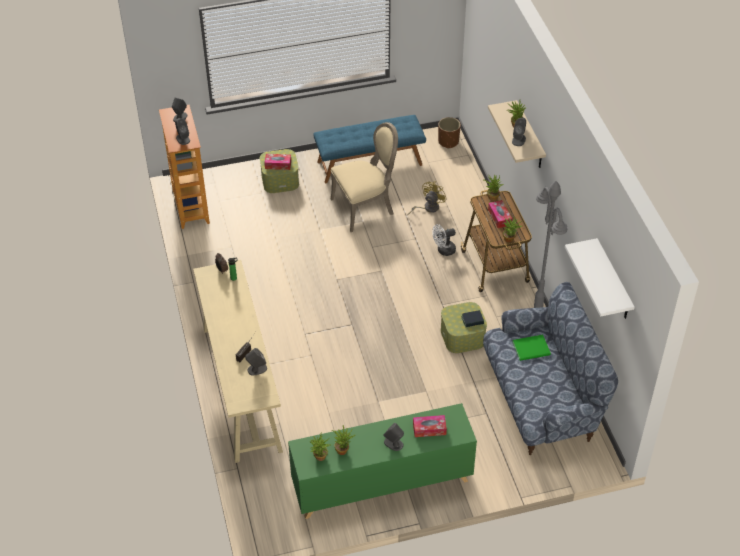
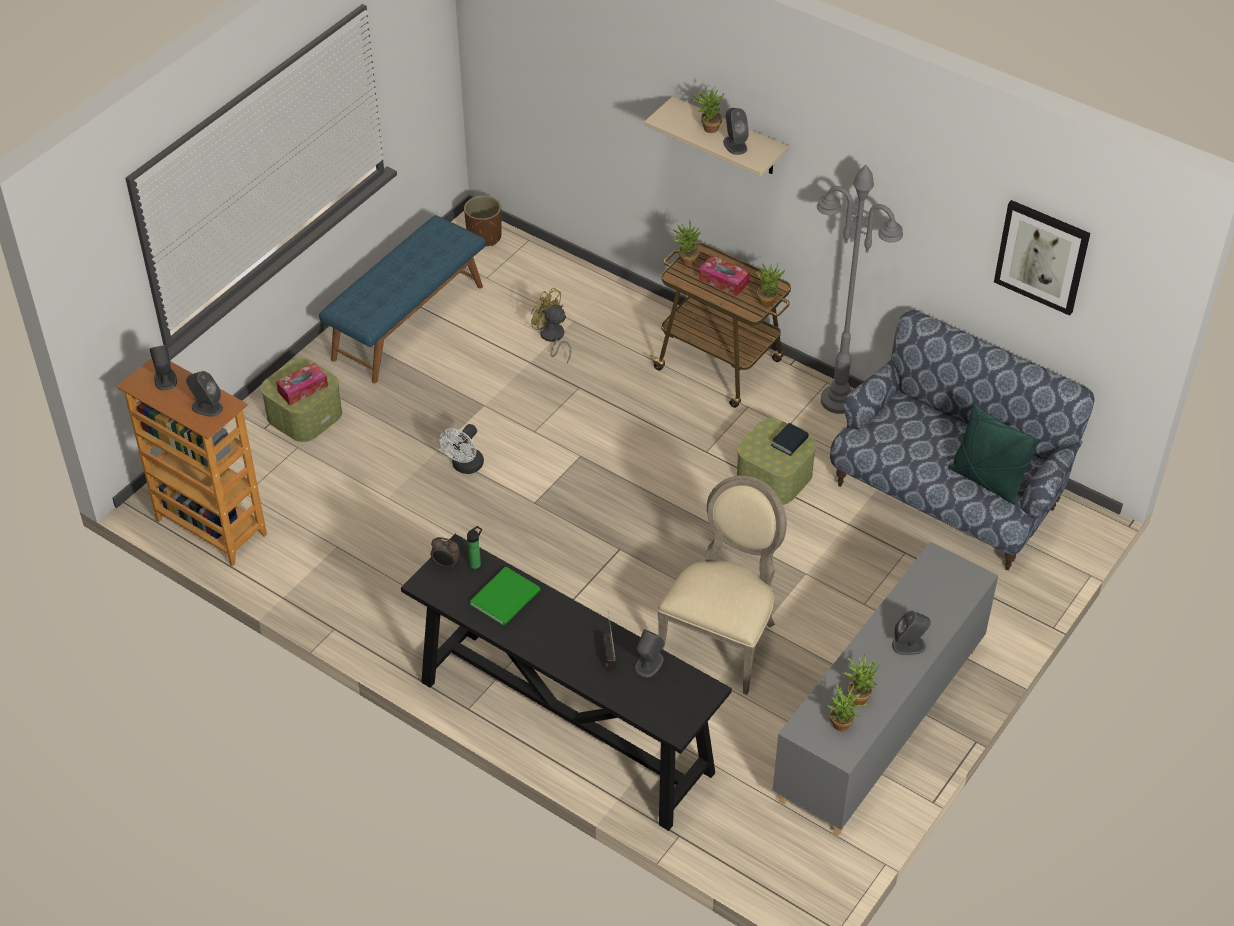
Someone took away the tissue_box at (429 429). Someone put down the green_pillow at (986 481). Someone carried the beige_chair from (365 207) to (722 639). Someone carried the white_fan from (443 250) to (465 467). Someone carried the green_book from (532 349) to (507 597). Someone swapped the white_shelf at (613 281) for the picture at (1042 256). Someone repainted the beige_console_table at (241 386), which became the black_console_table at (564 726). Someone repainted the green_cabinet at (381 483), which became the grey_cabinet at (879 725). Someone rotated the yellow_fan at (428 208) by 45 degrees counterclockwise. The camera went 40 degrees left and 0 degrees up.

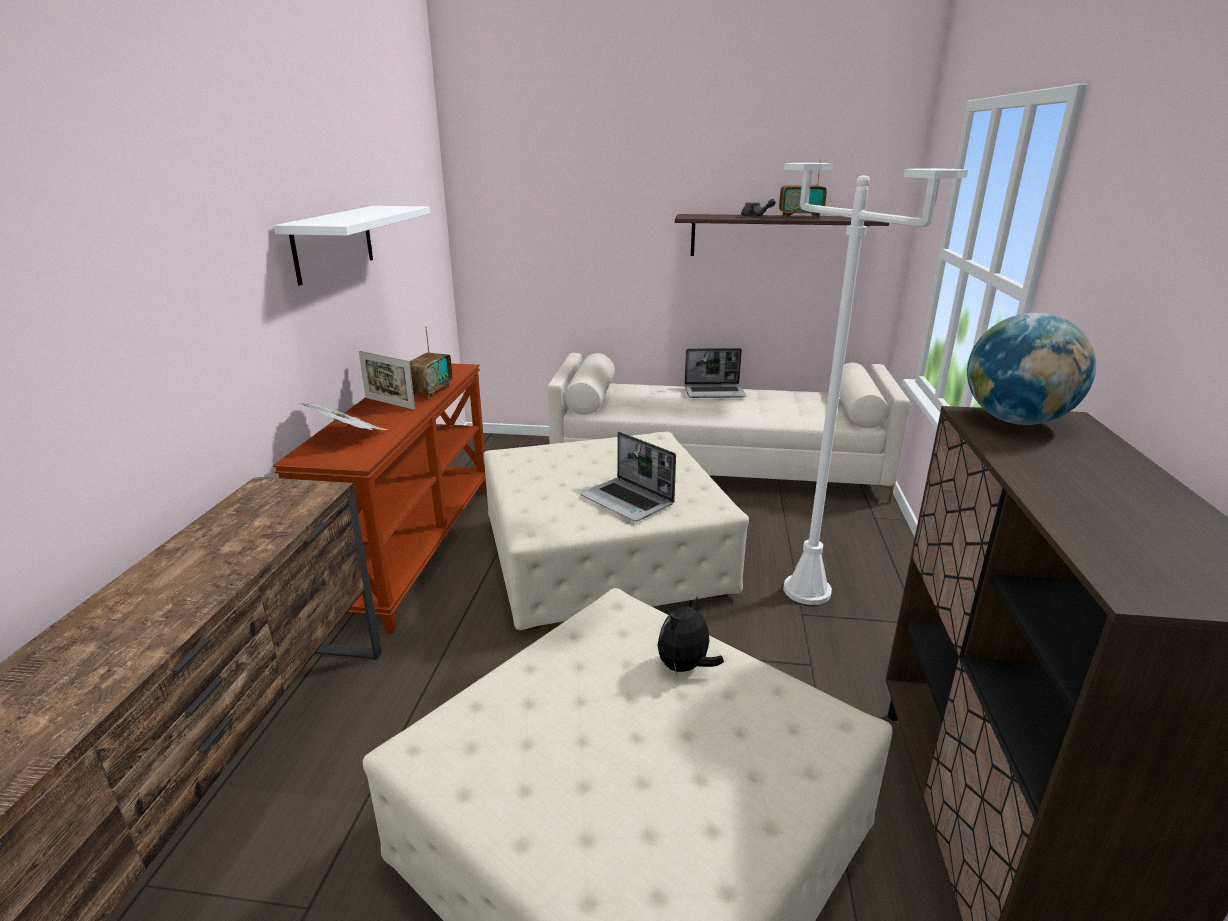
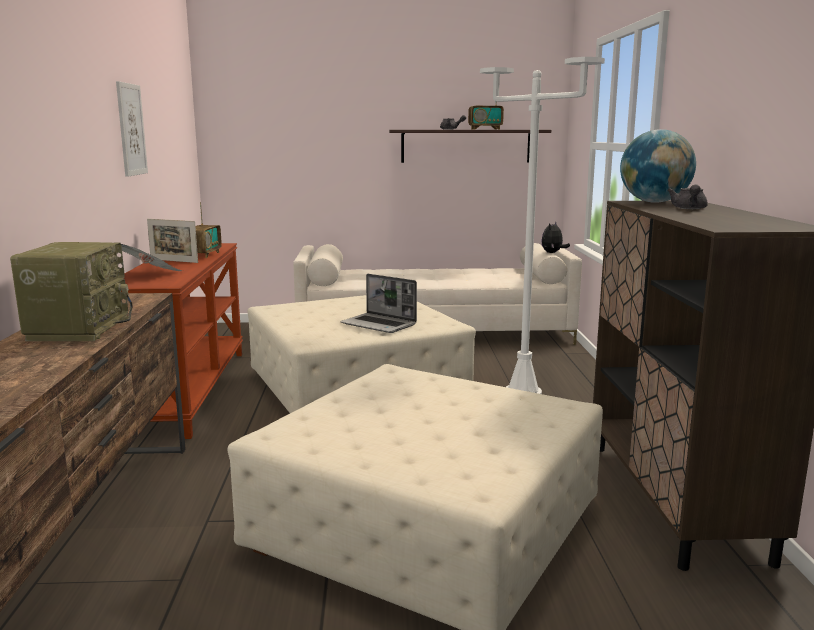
Someone took away the laptop at (715 392). Someone put down the radio at (78 328). Someone put down the grey_teapot at (689 209). Someone carried the plush_toy from (685 667) to (553 253). Someone swapped the white_shelf at (333 243) for the picture at (131 129). The camera went 10 degrees left and 10 degrees down.

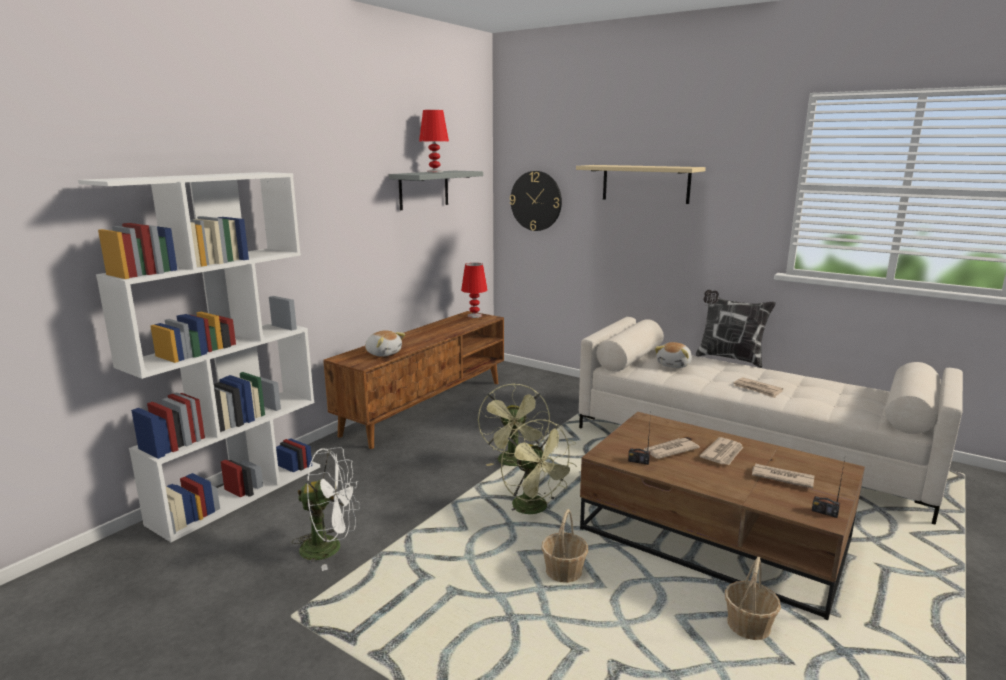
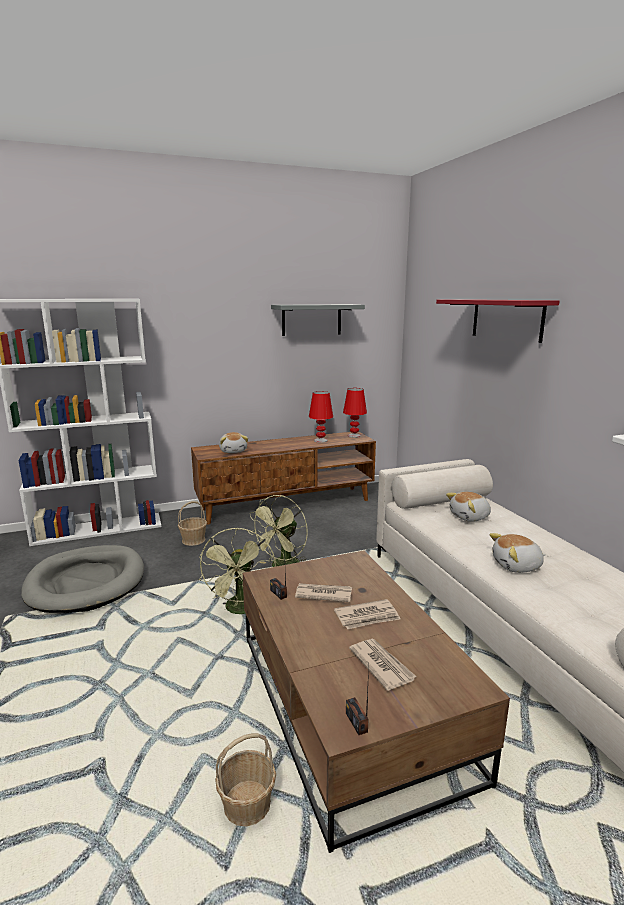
Someone took away the wall_clock at (536 201). Someone took away the pillow at (729 358). Someone carried the red_table_lamp from (434 172) to (320 440). Someone carried the basket from (564 572) to (194 540). Someone swapped the white_fan at (330 548) for the grey_dog_bed at (86 582). Someone swapped the newspaper at (757 389) for the plush_toy at (517 566). Someone repainted the beige_shelf at (645 183), which became the red_shelf at (507 319). The camera went 35 degrees right and 0 degrees up.

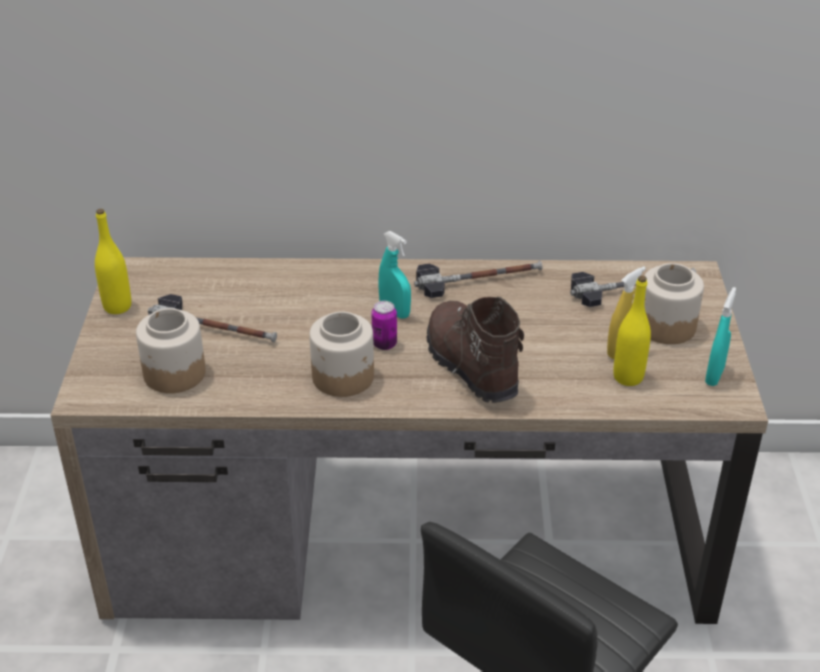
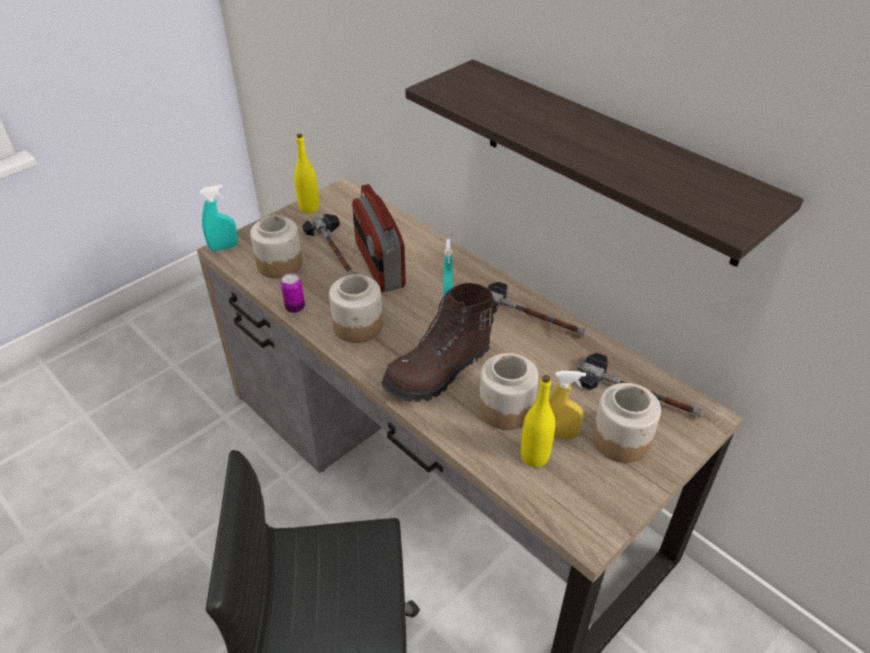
Someone put down the radio at (379 265). Someone put up the shelf at (608 160). Someone put down the jar at (505 408). Someone carried the can from (384 344) to (295 308). Someone carried the turquoise_spray_bottle from (714 376) to (224 247). Someone rotated the brown_boot at (469 366) by 150 degrees counterclockwise. The camera went 45 degrees right and 5 degrees up.

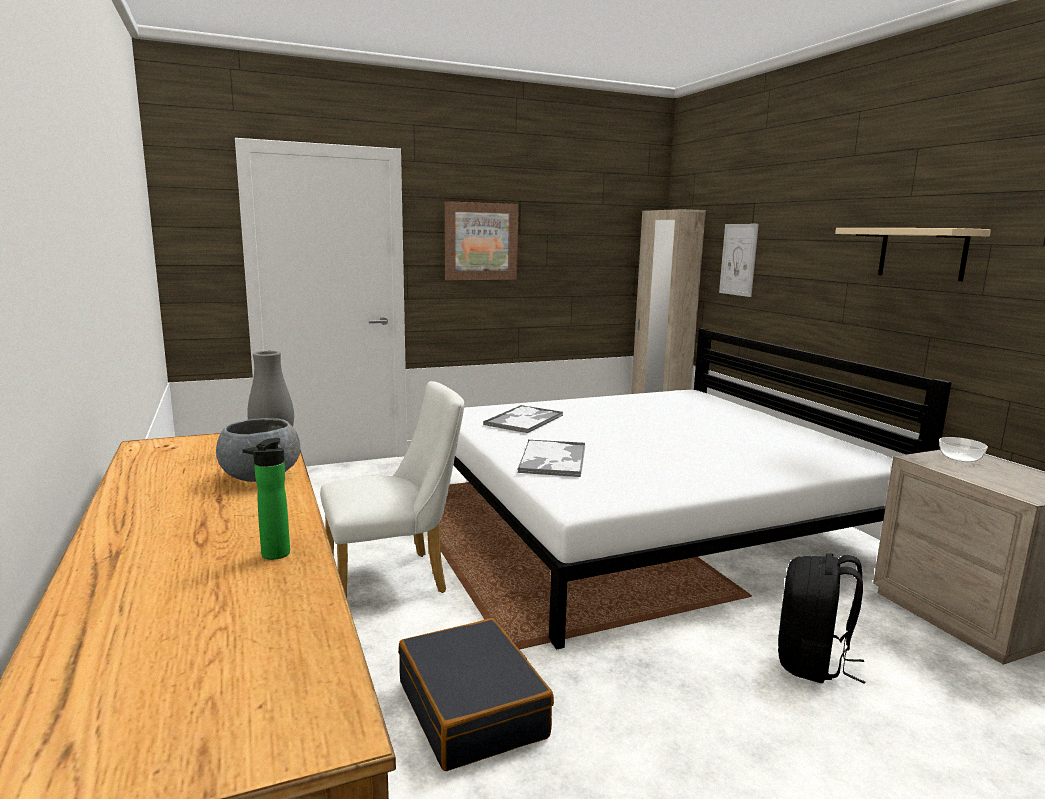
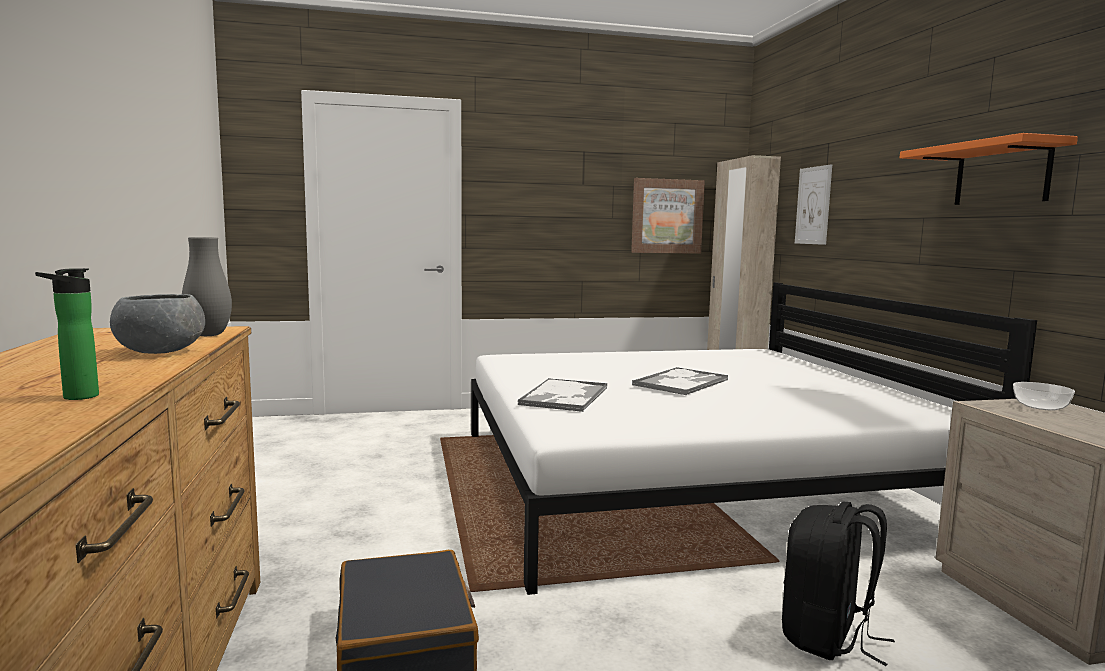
Someone took away the white_chair at (395 579). Someone carried the picture from (480 241) to (667 216). Someone carried the tray from (524 420) to (681 382). Someone repainted the beige_shelf at (922 253), which became the orange_shelf at (1001 174). The camera went 10 degrees right and 5 degrees down.

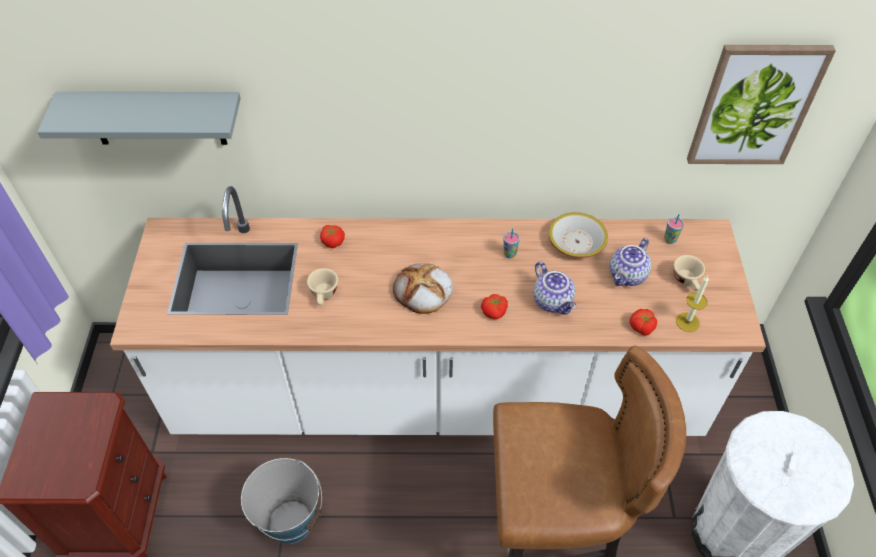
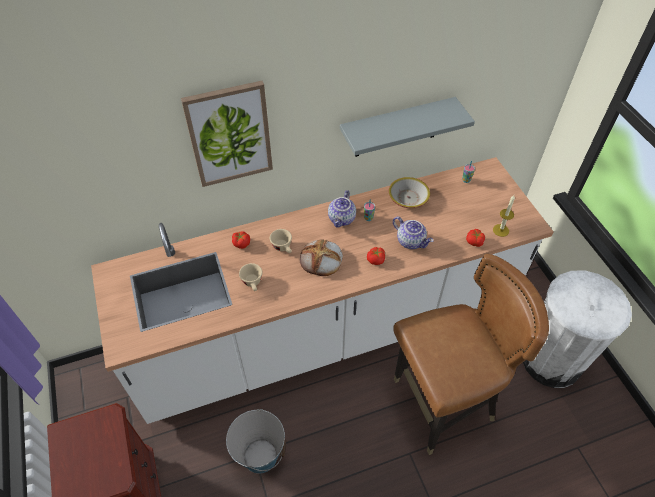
Someone carried the grey_shelf from (156 118) to (396 128). Someone carried the teapot from (628 276) to (342 219). Someone carried the beige_cup from (687 282) to (283 248). Someone carried the picture from (754 105) to (229 134). The camera went 20 degrees left and 0 degrees up.

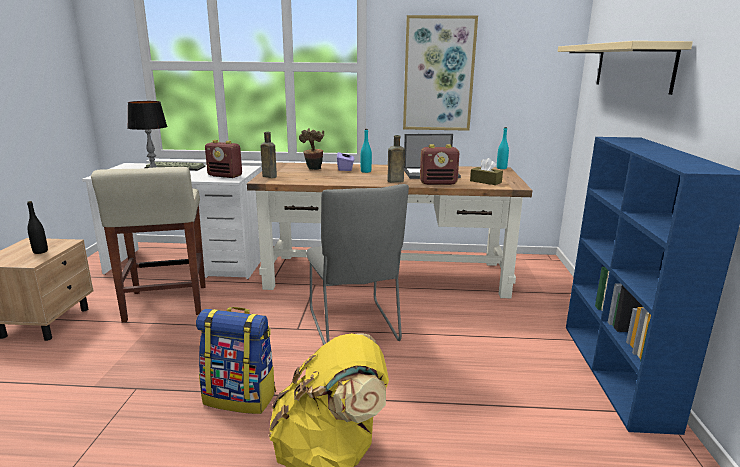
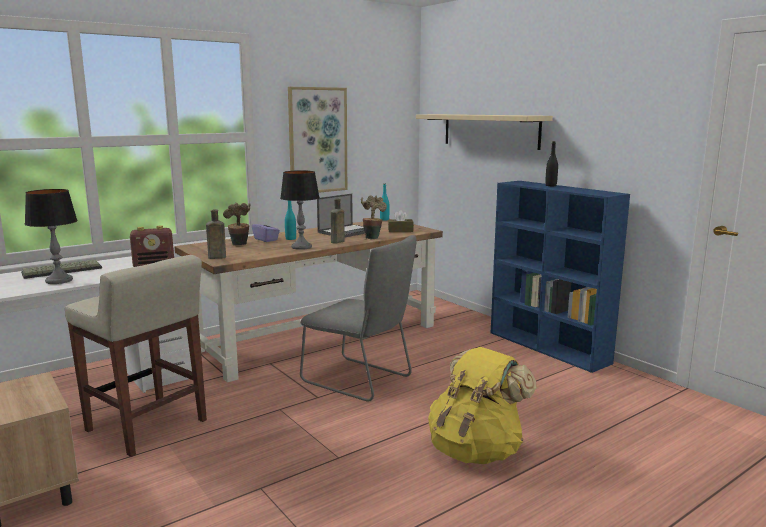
Someone took away the backpack at (241 397). Someone put down the table_lamp at (301 247). Someone carried the black_bottle from (40 251) to (550 185). Someone swapped the radio at (438 183) for the potted_plant at (372 237). The camera went 40 degrees left and 5 degrees down.

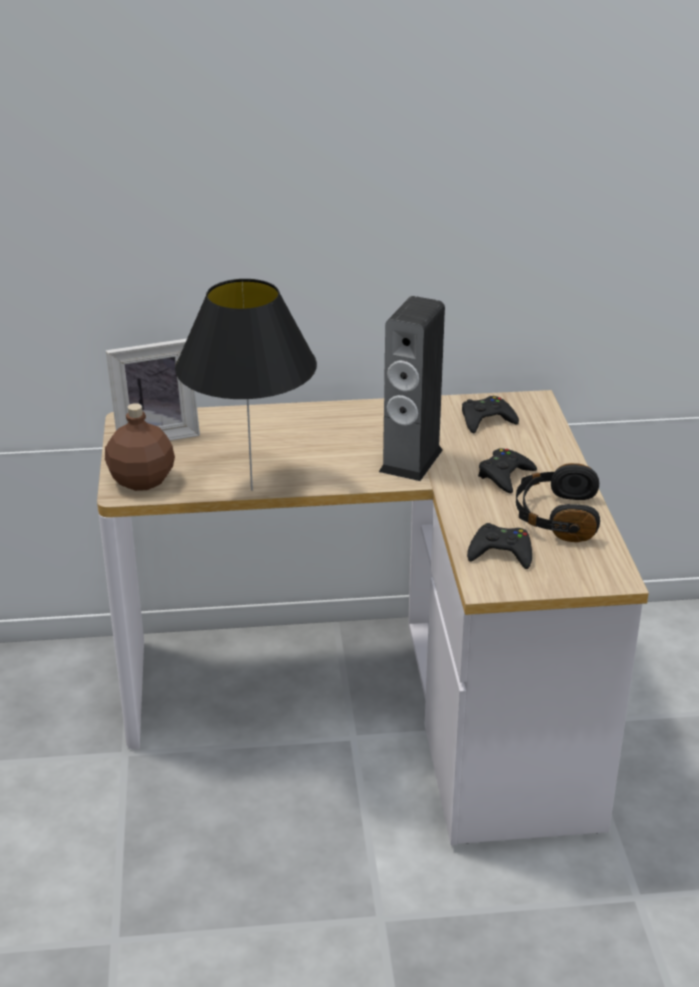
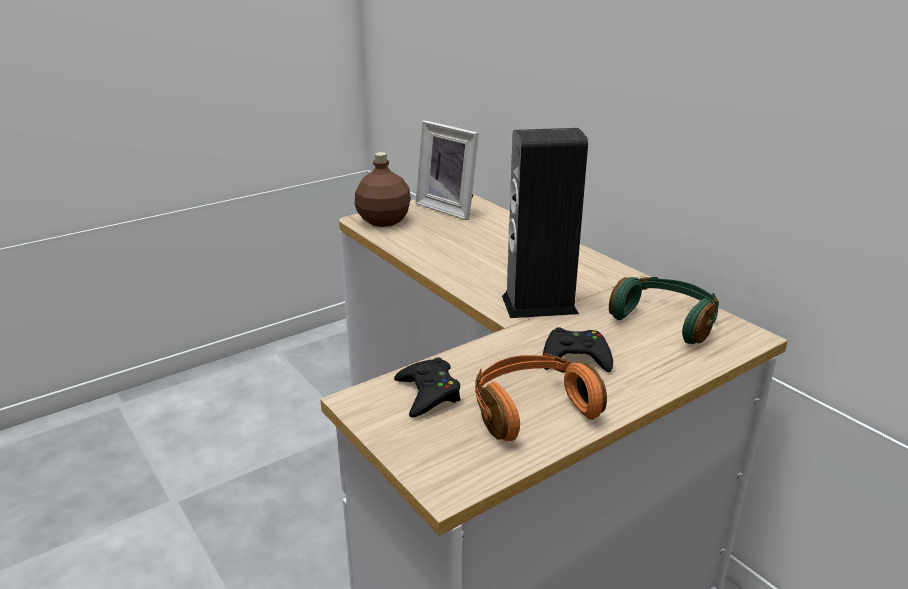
Someone took away the black_table_lamp at (251 490). Someone swapped the black_game_controller at (486 420) for the green_headphones at (666 320). Someone repainted the black_headphones at (555 517), which became the orange_headphones at (531 409). The camera went 60 degrees right and 5 degrees down.

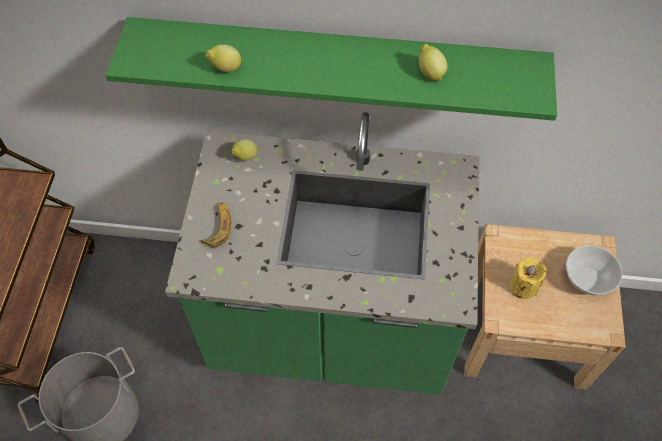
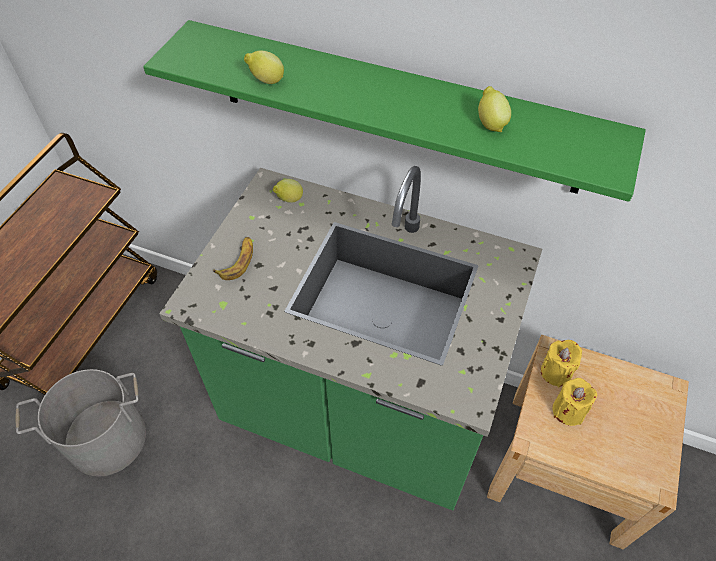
Someone took away the bowl at (588 280). Someone put down the yellow_candle at (556 372). The camera went 15 degrees right and 5 degrees down.

